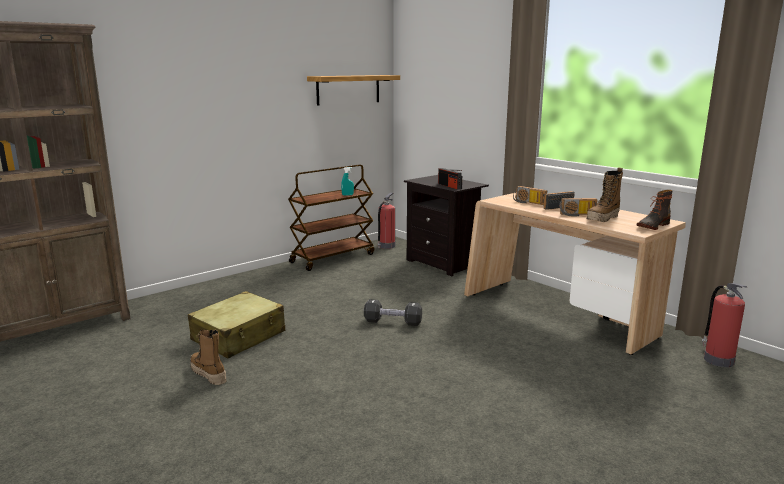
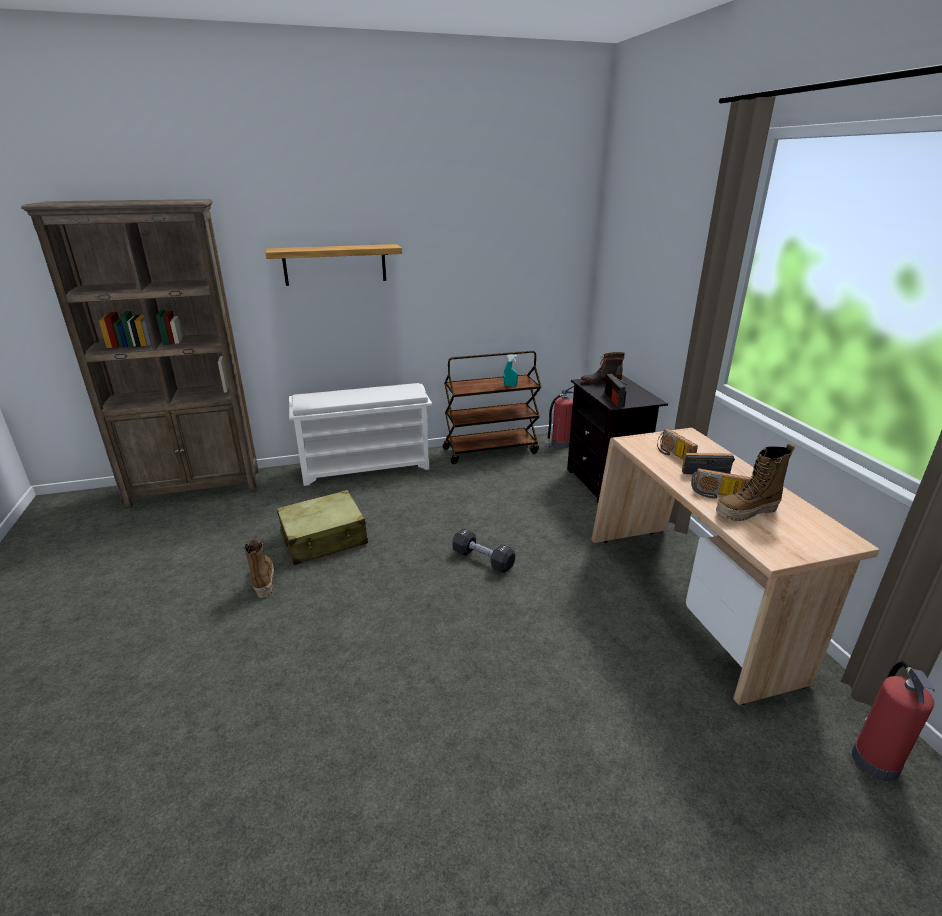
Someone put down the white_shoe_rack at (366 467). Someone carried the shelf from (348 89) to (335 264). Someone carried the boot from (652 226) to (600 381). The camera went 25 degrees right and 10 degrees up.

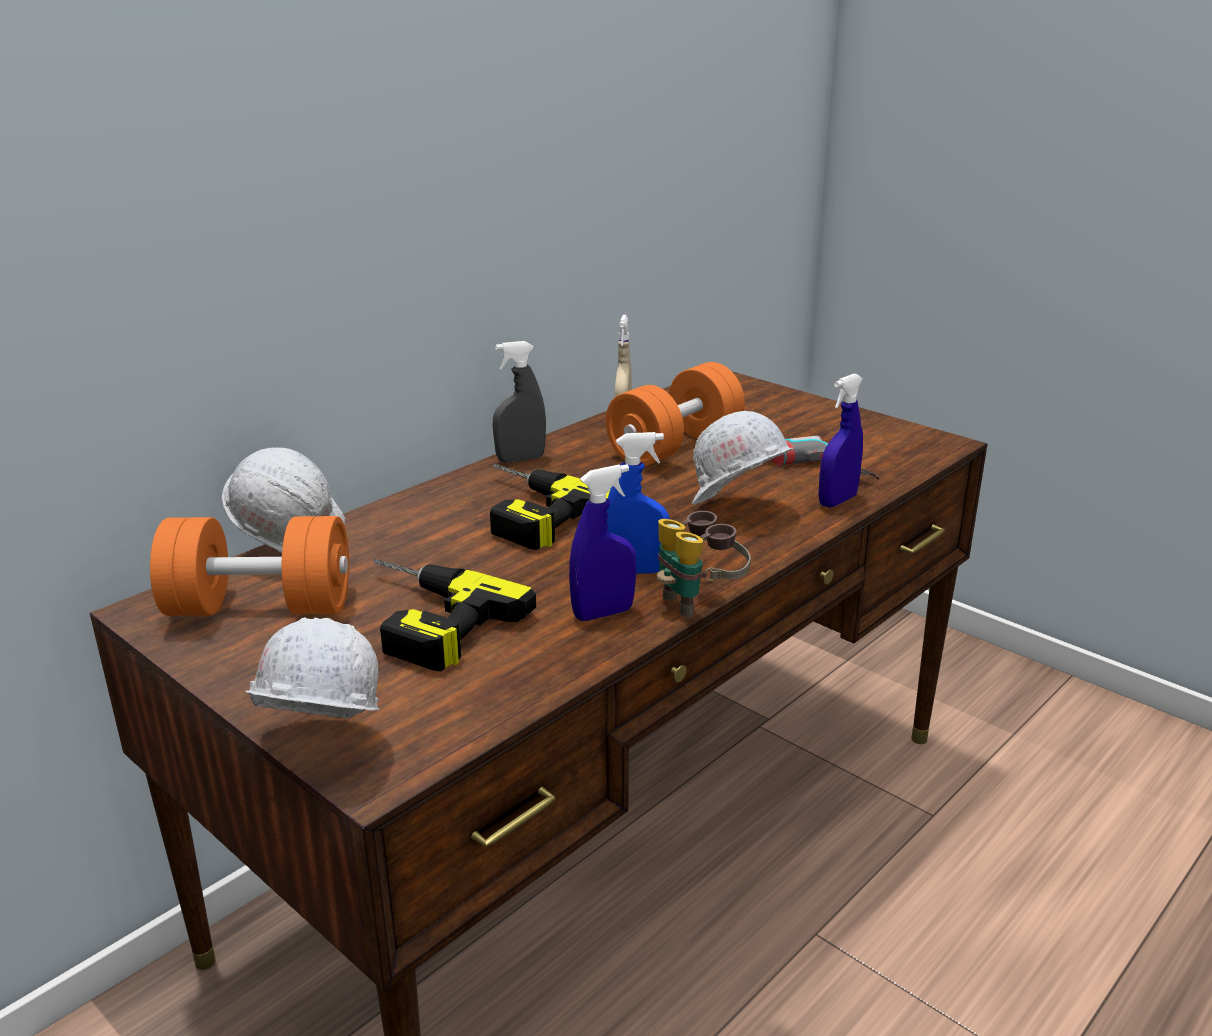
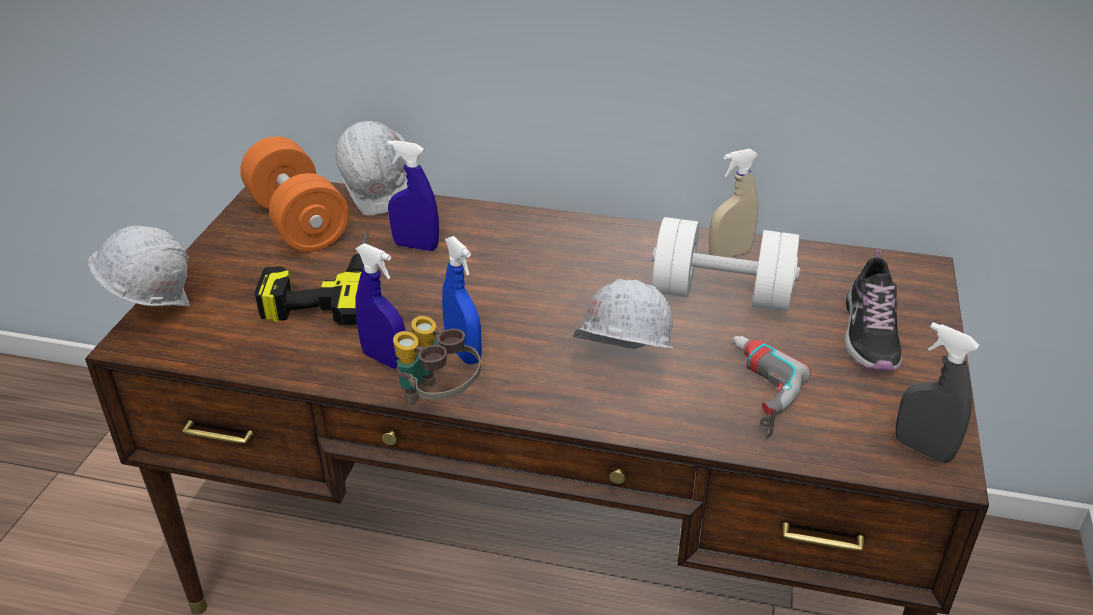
Someone took away the power_drill at (526 513). Someone put down the shoe at (870 334). Someone carried the grey_spray_bottle from (520 459) to (922 449). Someone carried the blue_spray_bottle from (837 501) to (416 246). Someone repainted the orange_dumbbell at (675 447), which became the white_dumbbell at (721 295). The camera went 60 degrees right and 10 degrees up.

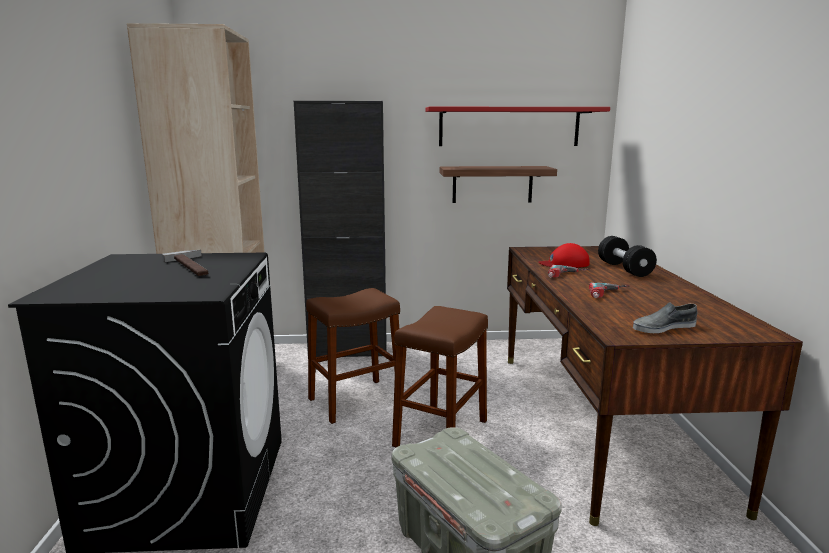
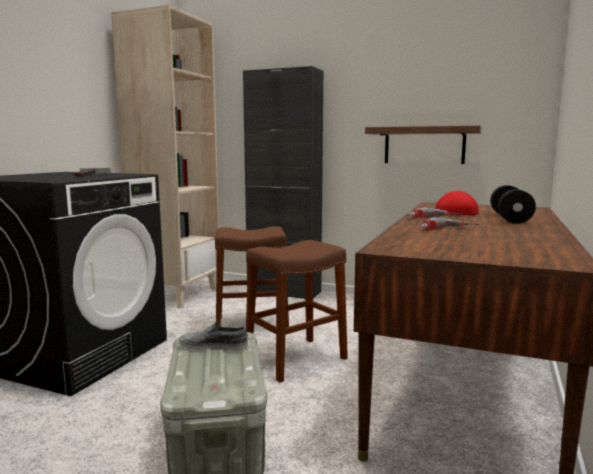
Someone took away the red_shelf at (509 127). Someone carried the grey_shoe from (663 327) to (214 346). The camera went 25 degrees right and 5 degrees down.

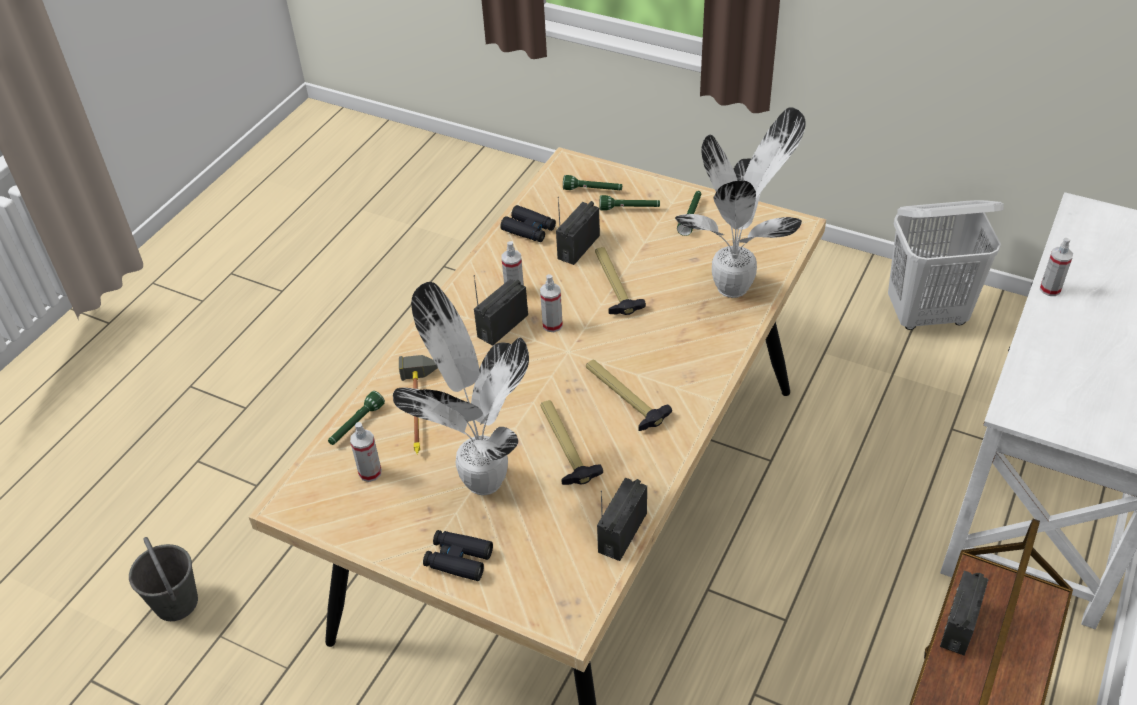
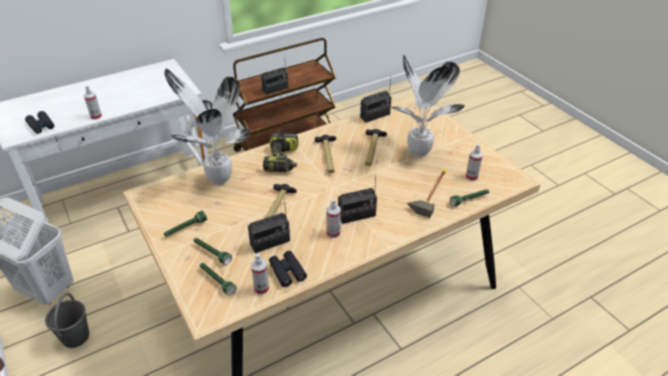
Someone put down the power_drill at (283 160). Someone carried the grey_bucket from (176 603) to (75 336). Someone carried the black_binoculars from (458 559) to (41 126). Someone carried the spray_bottle from (552 325) to (261 288). The camera went 150 degrees left and 5 degrees down.

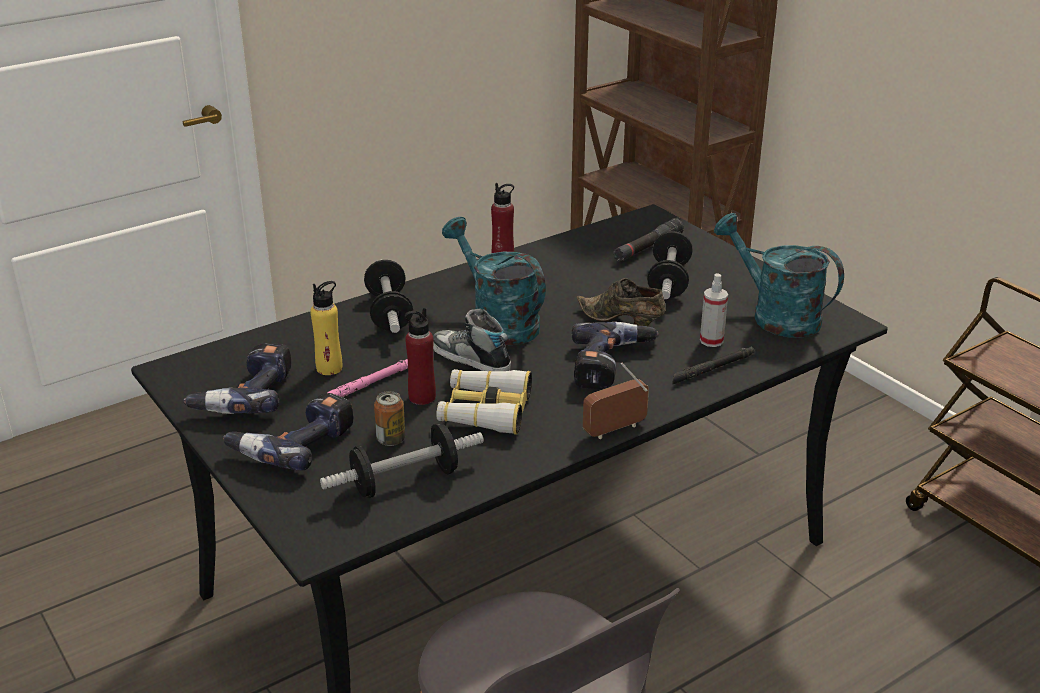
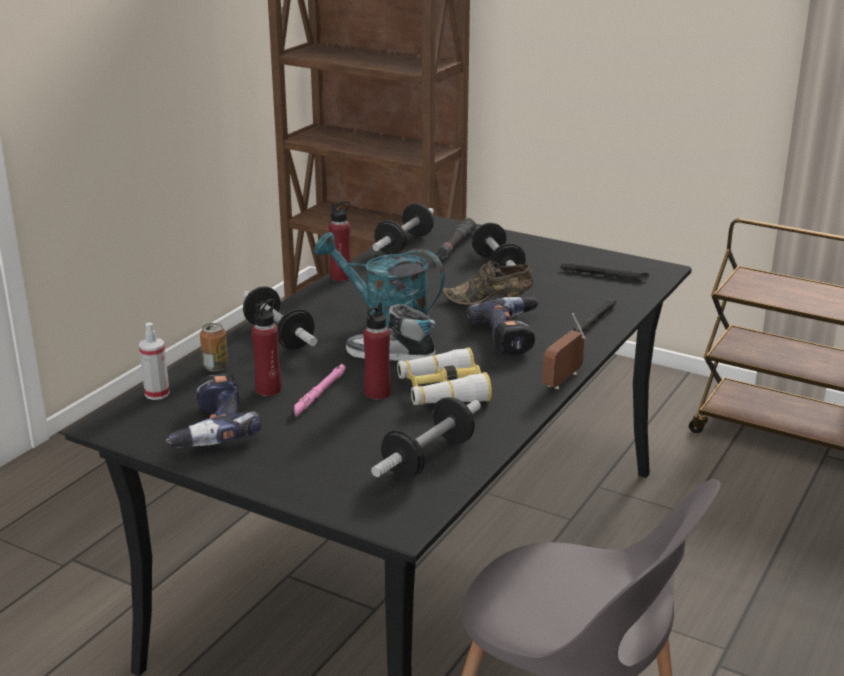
Someone took away the power_drill at (294 444). Someone put down the dumbbell at (404 245). Someone carried the can from (391 439) to (215 367). Someone carried the spray_bottle from (711 341) to (157 394). Someone swapped the turquoise_watering_can at (775 316) for the black_flashlight at (603 275). Someone repainted the yellow_bottle at (329 368), which became the red_bottle at (268 389). The camera went 25 degrees left and 5 degrees down.

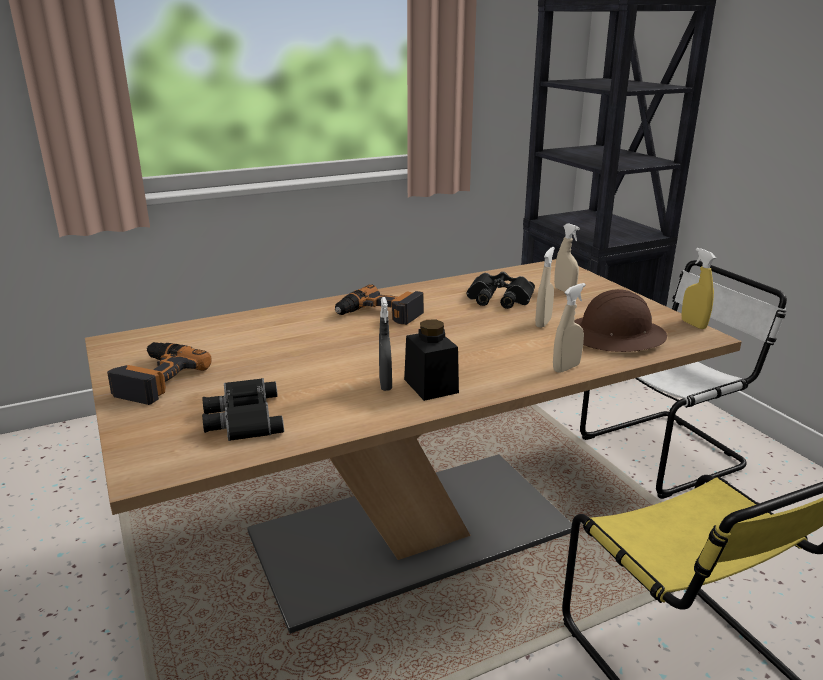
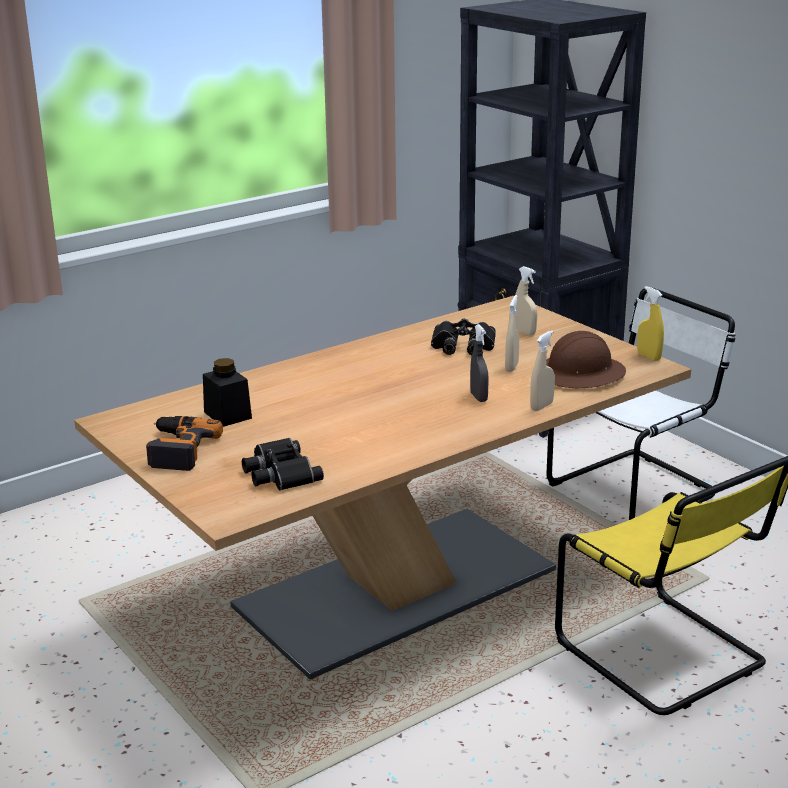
Someone took away the power_drill at (379 314). Someone carried the grey_spray_bottle from (385 384) to (478 397). Someone carried the black_jar from (431 386) to (227 415). The camera went 10 degrees left and 0 degrees up.

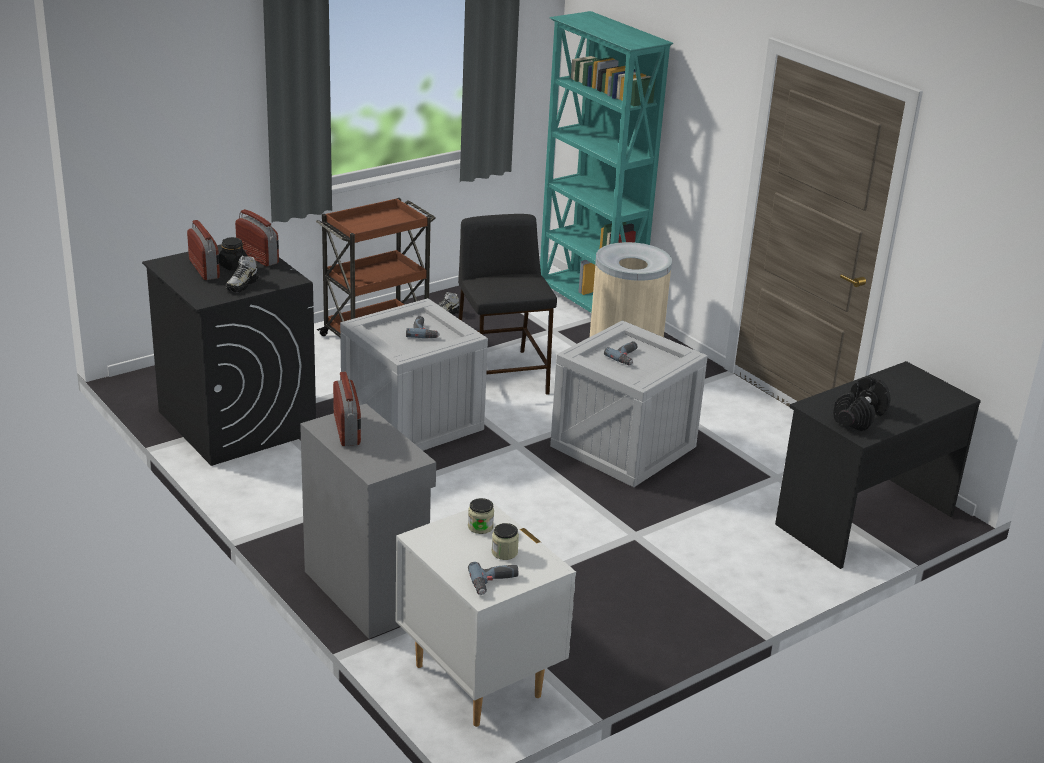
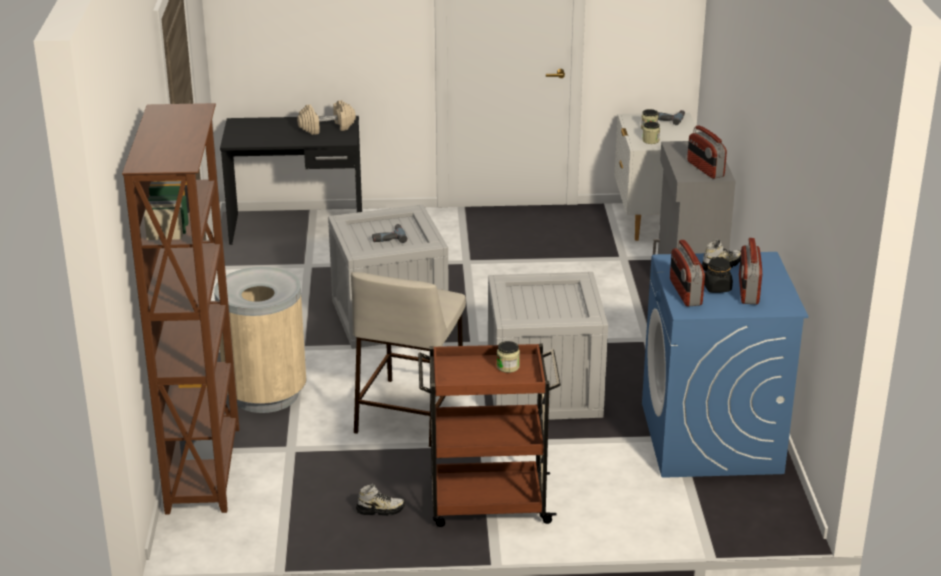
Someone took away the power_drill at (424 332). Someone put down the jar at (508 367). Someone repainted the black_washing_machine at (235 422), which became the blue_washing_machine at (711 439). Someone repainted the black_stool at (502 376), which became the beige_stool at (410 411). Someone repainted the turquoise_bookcase at (589 306), which became the brown_bookcase at (205 469). Someone repainted the black_dumbbell at (860 417), which became the beige_dumbbell at (327 128). Someone rotated the radio at (347 430) by 45 degrees counterclockwise. The camera went 145 degrees left and 0 degrees up.

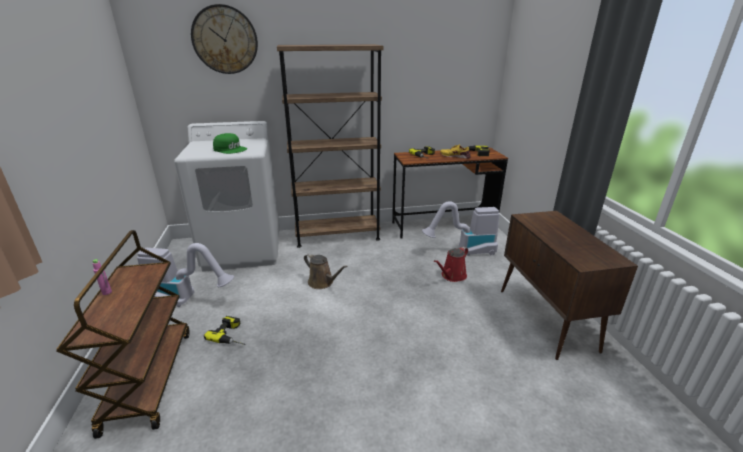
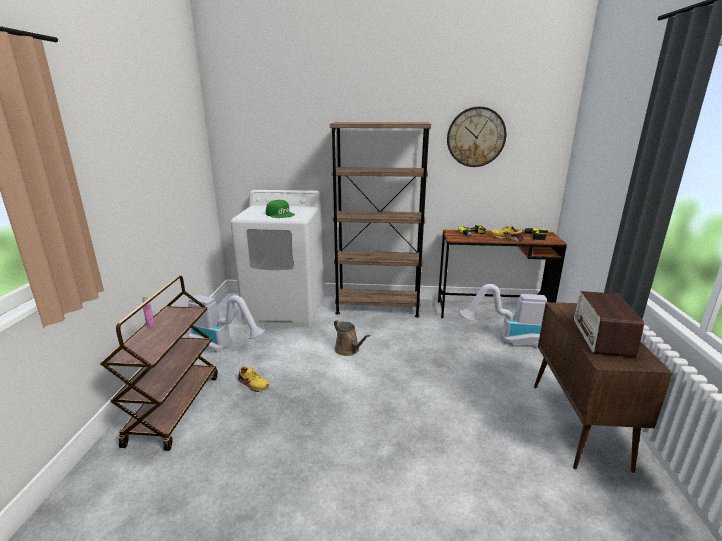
Someone took away the red_watering_can at (452 276). Someone put down the radio at (602 338). Someone carried the wall_clock from (225 40) to (476 137). Someone swapped the power_drill at (232 335) for the yellow_shoe at (253 384). The camera went 15 degrees right and 5 degrees down.

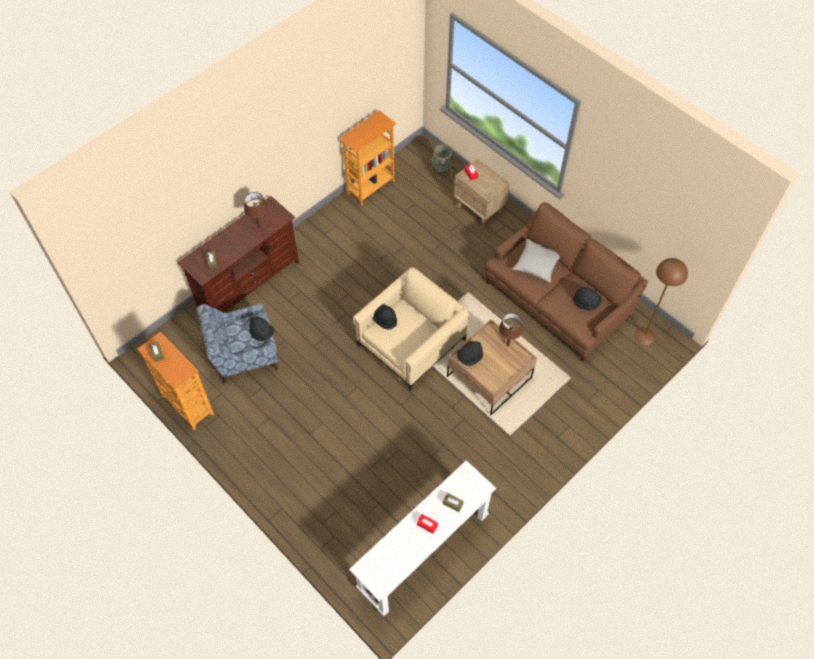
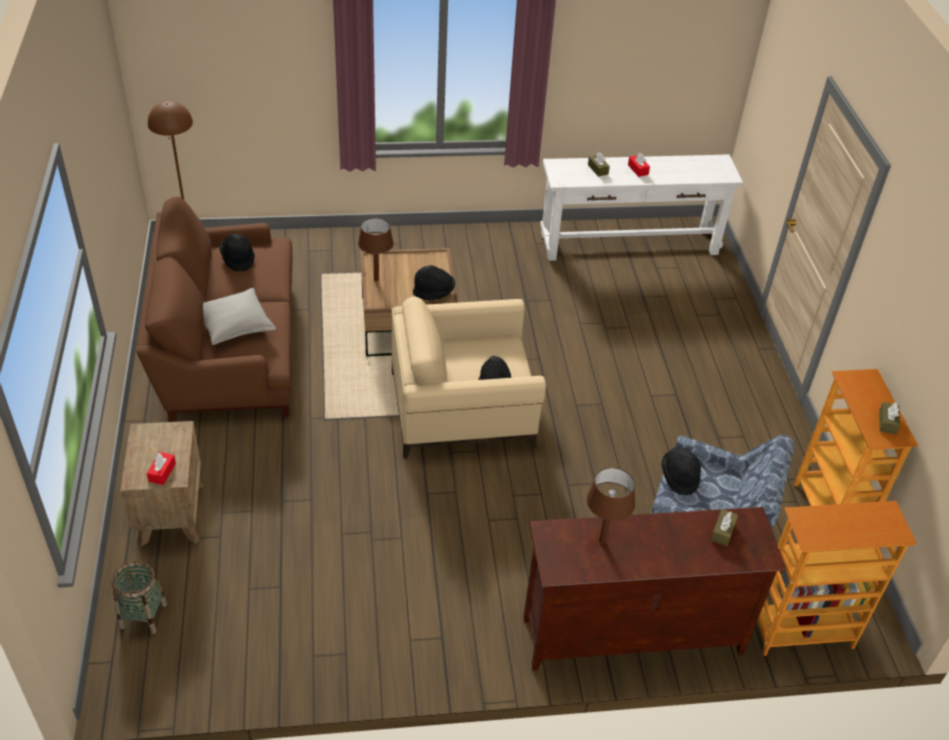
Someone carried the bookcase from (370 187) to (801 633). The camera went 145 degrees left and 15 degrees down.

